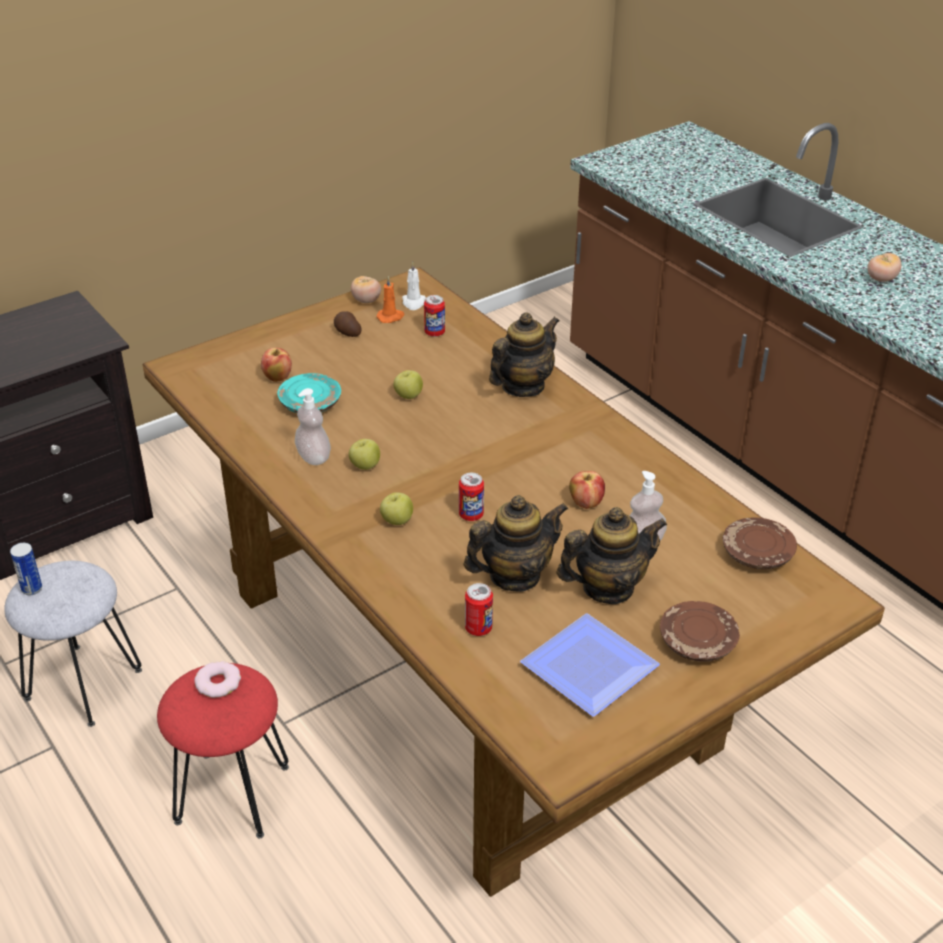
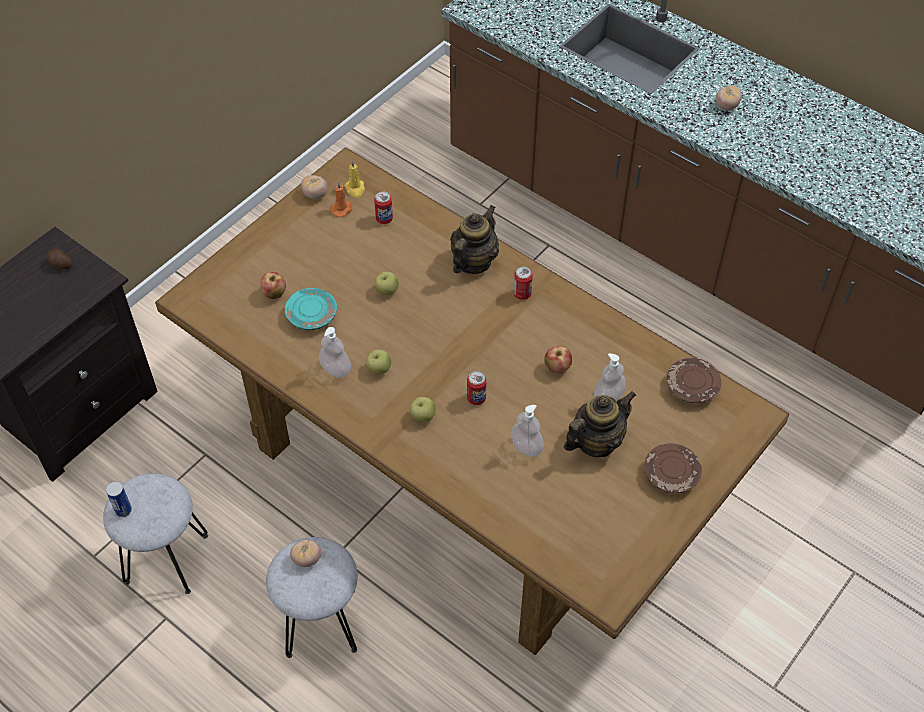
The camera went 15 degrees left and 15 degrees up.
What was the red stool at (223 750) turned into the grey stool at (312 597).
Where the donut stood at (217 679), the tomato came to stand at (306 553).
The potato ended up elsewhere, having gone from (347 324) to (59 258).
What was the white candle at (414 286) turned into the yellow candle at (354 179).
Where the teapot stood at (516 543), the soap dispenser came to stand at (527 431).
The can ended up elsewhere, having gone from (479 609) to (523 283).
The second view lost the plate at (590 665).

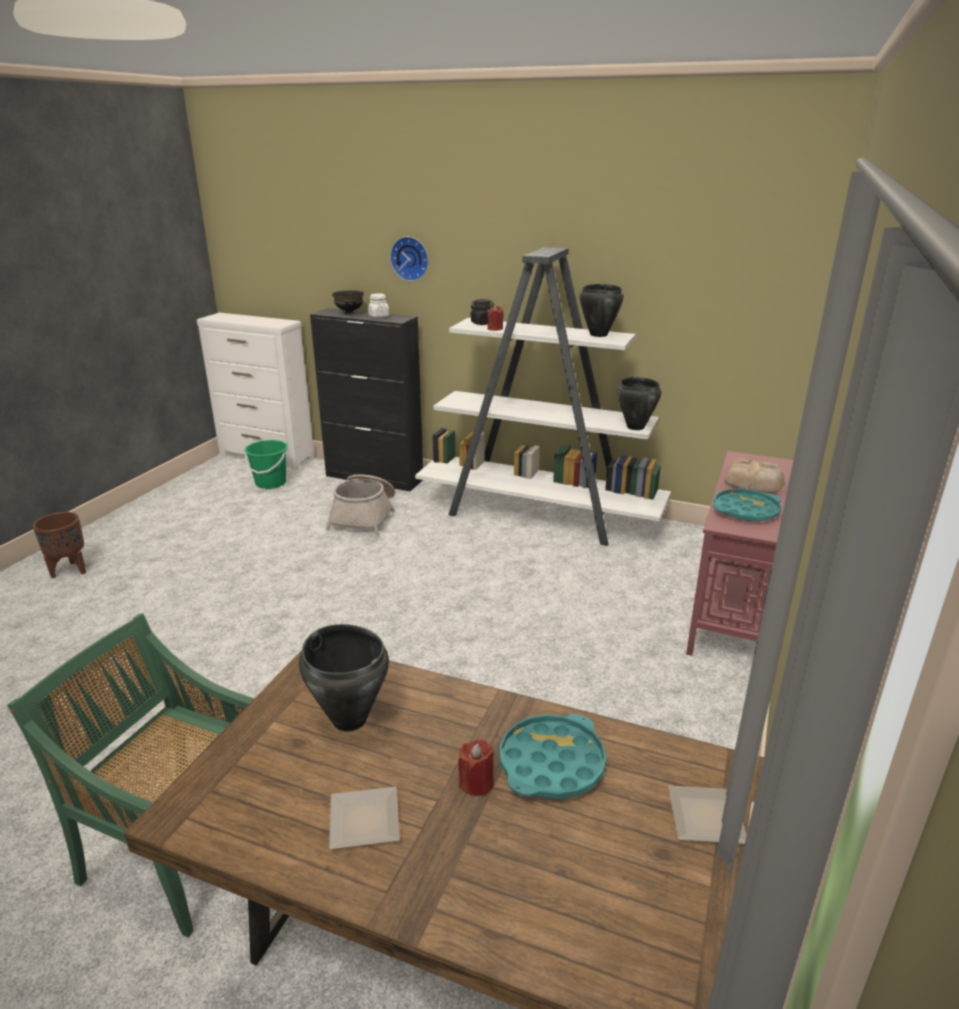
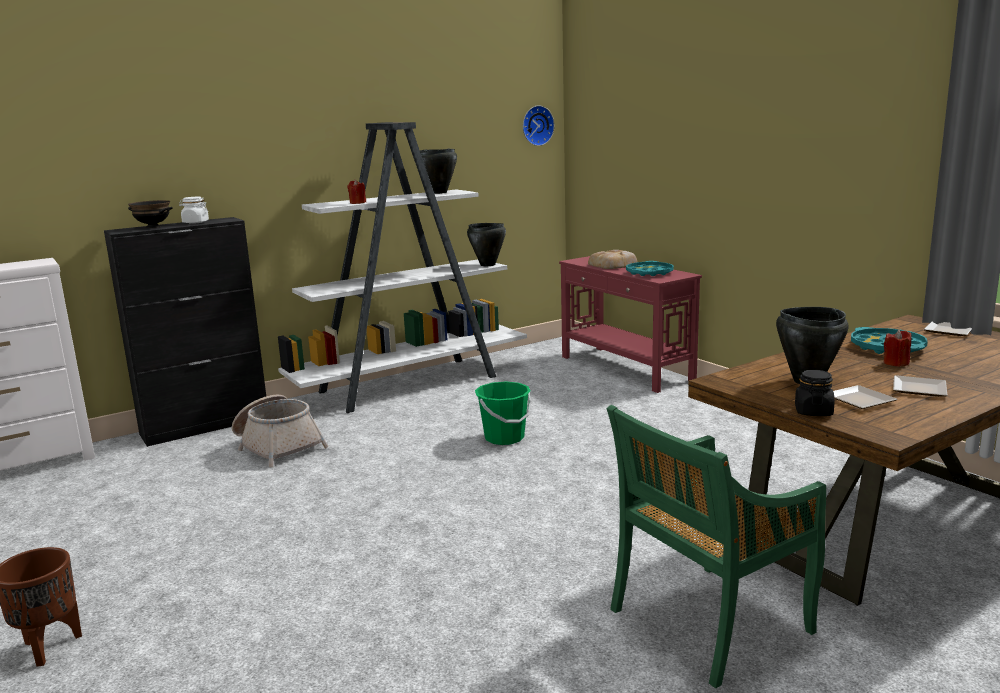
The camera went 55 degrees left and 10 degrees down.
The green bucket ended up elsewhere, having gone from (266 464) to (503 413).
The wall clock ended up elsewhere, having gone from (409 259) to (539 125).
The black jar ended up elsewhere, having gone from (482 312) to (815 393).
The second view gained the plate at (865 397).

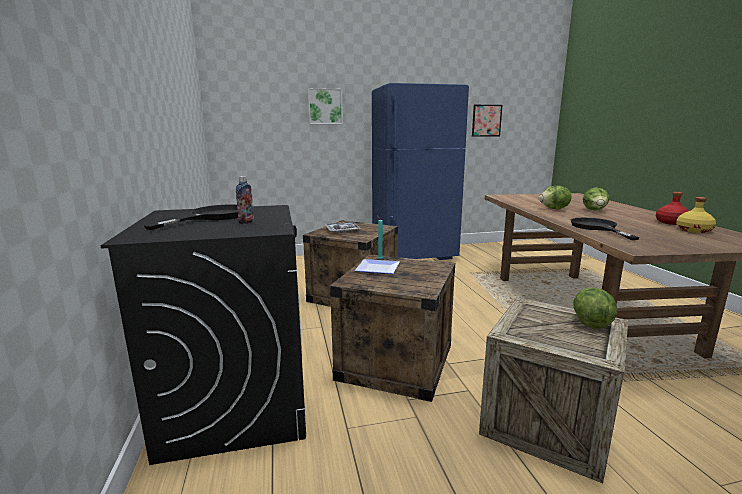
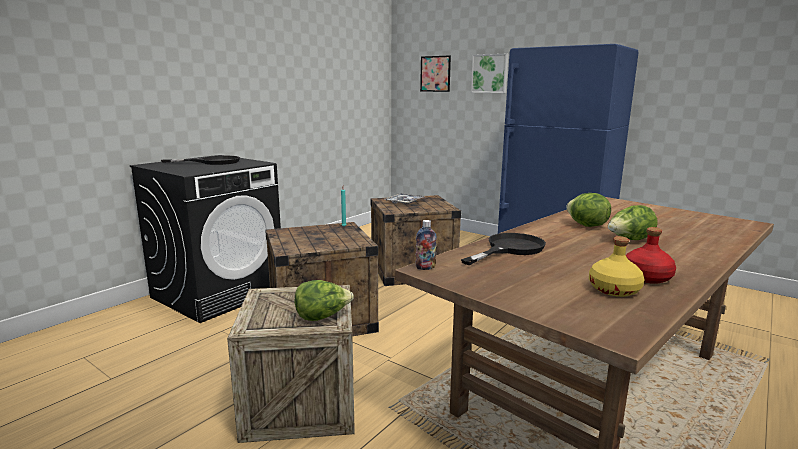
The camera went 50 degrees right and 0 degrees up.
The bottle ended up elsewhere, having gone from (245 200) to (426 245).
The second view lost the plate at (377 266).
The picture ended up elsewhere, having gone from (487 121) to (435 73).

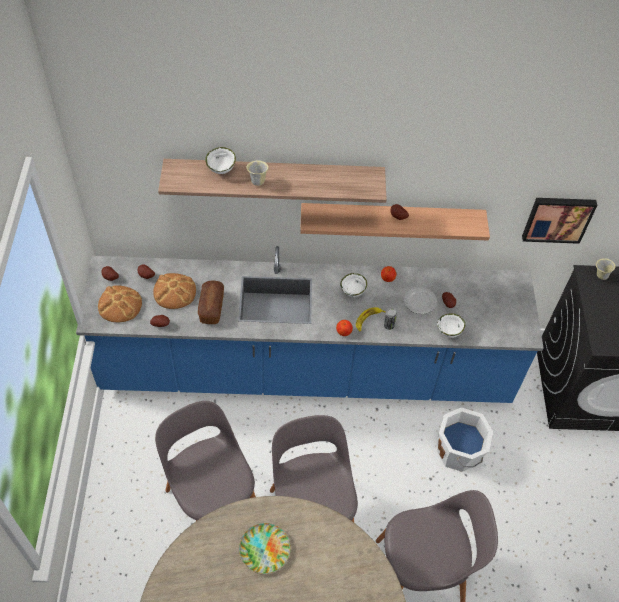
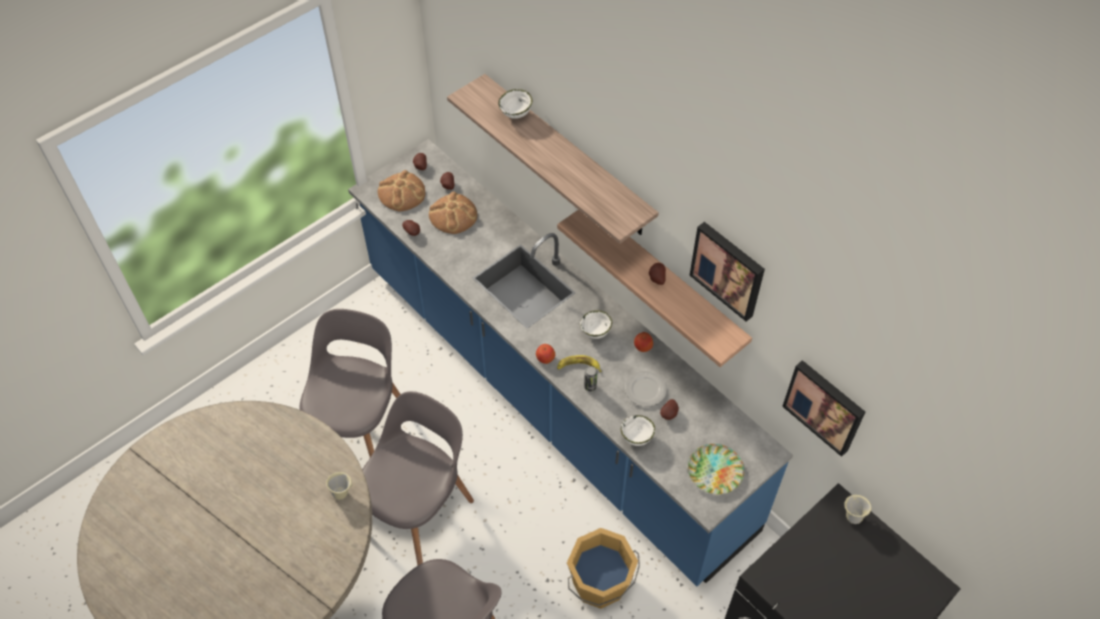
The camera went 50 degrees right and 0 degrees up.
The second view lost the bread at (211 302).
The plate ended up elsewhere, having gone from (265 548) to (716 469).
The beige mug ended up elsewhere, having gone from (258 173) to (339 486).
What was the white bucket at (465 439) turned into the orange bucket at (603 568).
The second view gained the picture at (727 272).

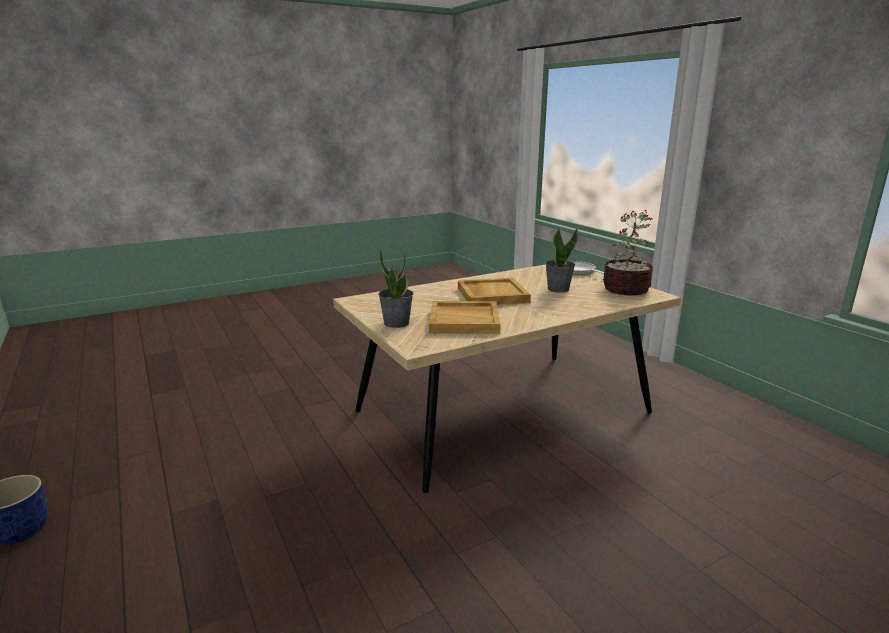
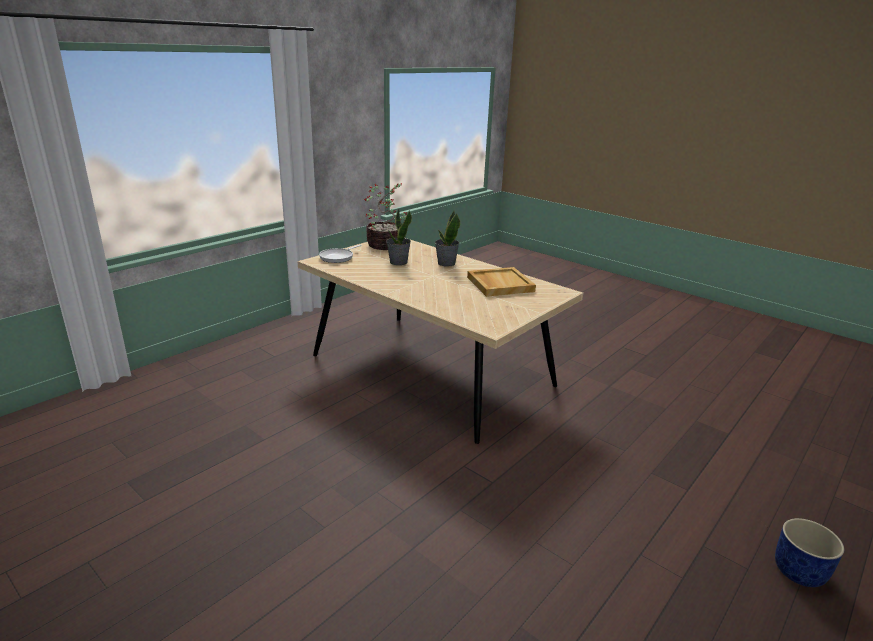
The camera went 110 degrees left and 5 degrees up.
The potted plant ended up elsewhere, having gone from (395 289) to (447 239).
The second view lost the beige tray at (494 291).

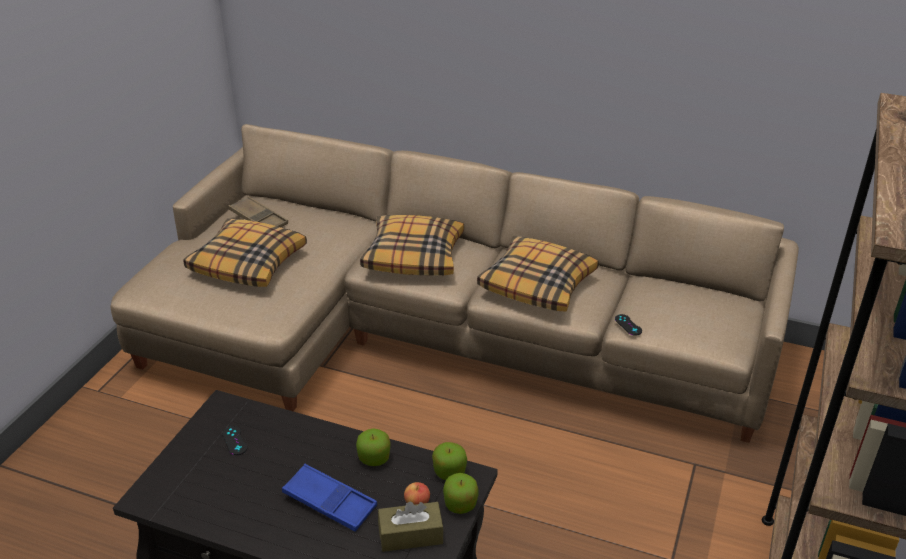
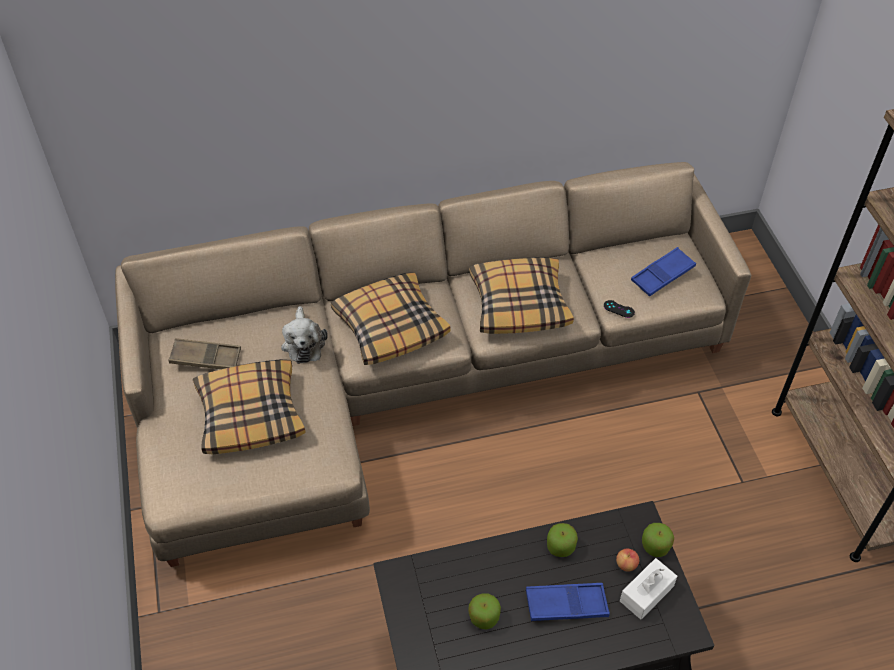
The camera went 35 degrees left and 15 degrees up.
The second view lost the black game controller at (235 440).
What was the brown tissue box at (411 527) turned into the white tissue box at (648 589).
The apple ended up elsewhere, having gone from (449 461) to (484 611).
The second view gained the plush toy at (304 335).
The second view gained the blue tray at (663 271).

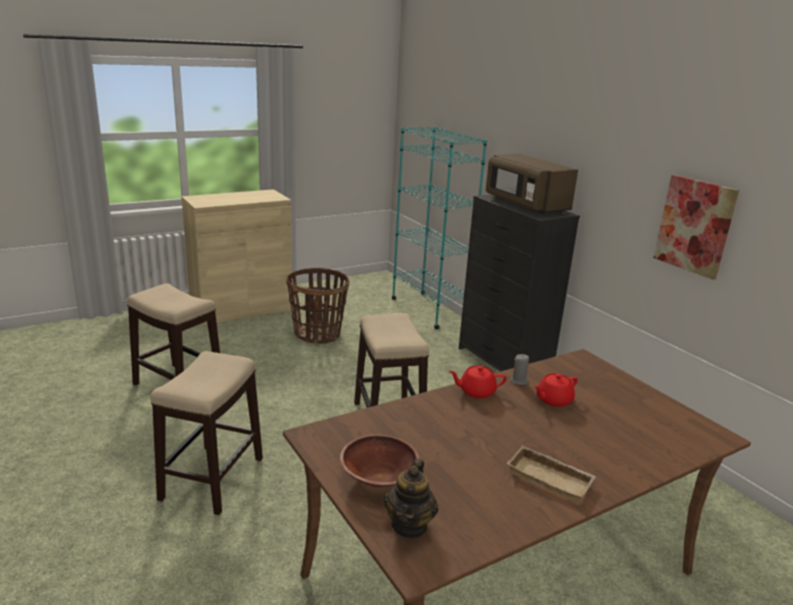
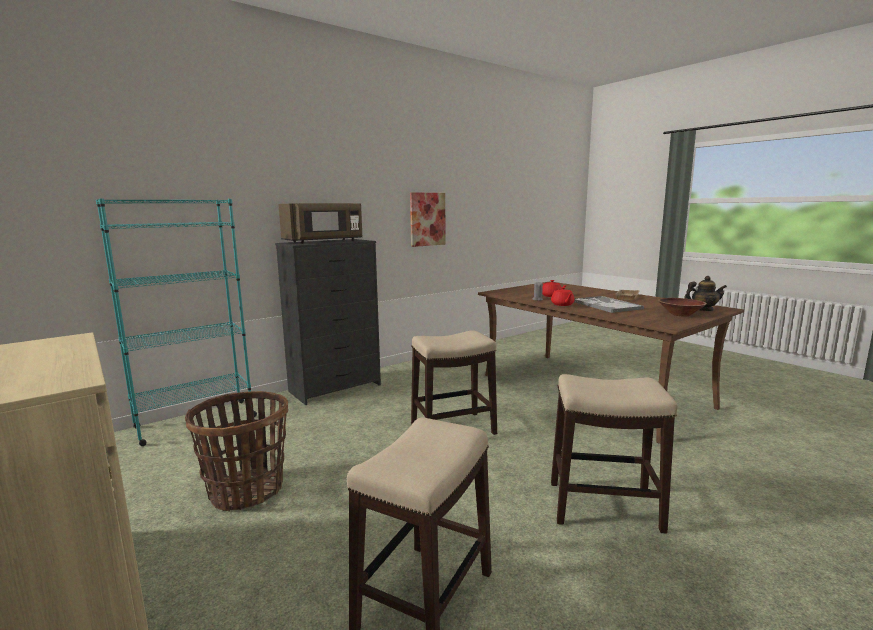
The camera went 95 degrees left and 10 degrees down.
The second view gained the tray at (609 304).

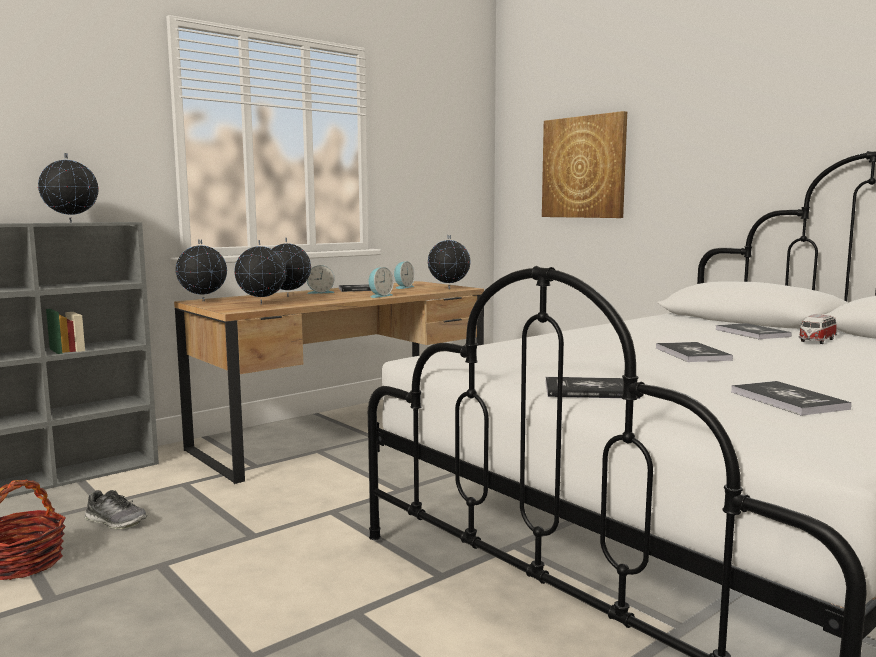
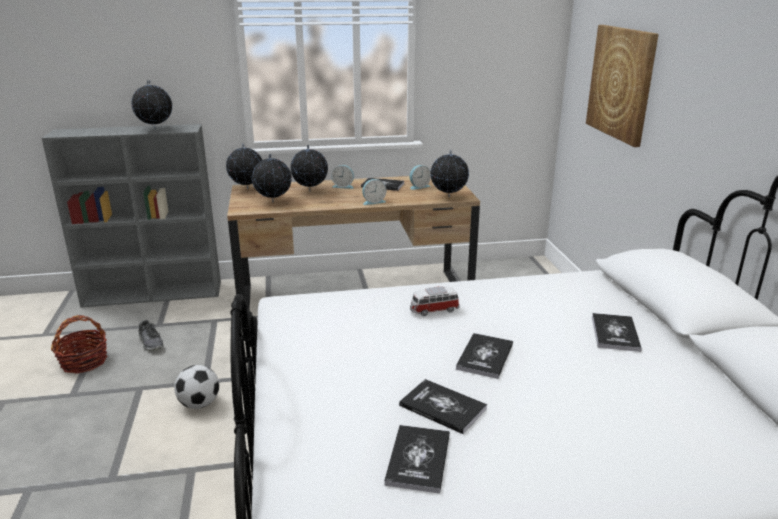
The camera went 30 degrees right and 15 degrees up.
The book ended up elsewhere, having gone from (592 388) to (443 406).
The toy car ended up elsewhere, having gone from (817 329) to (435 301).
The second view gained the football at (196 387).

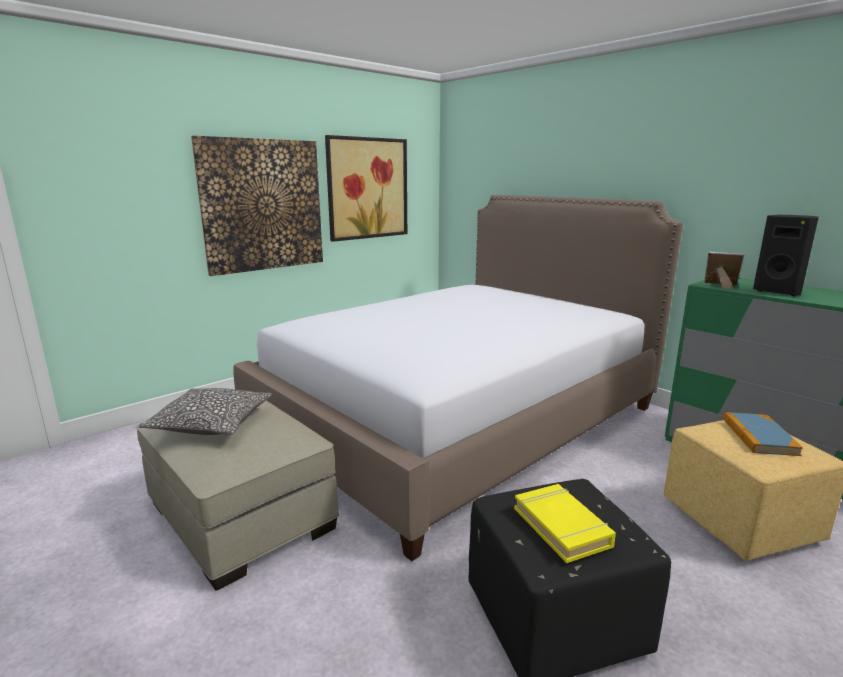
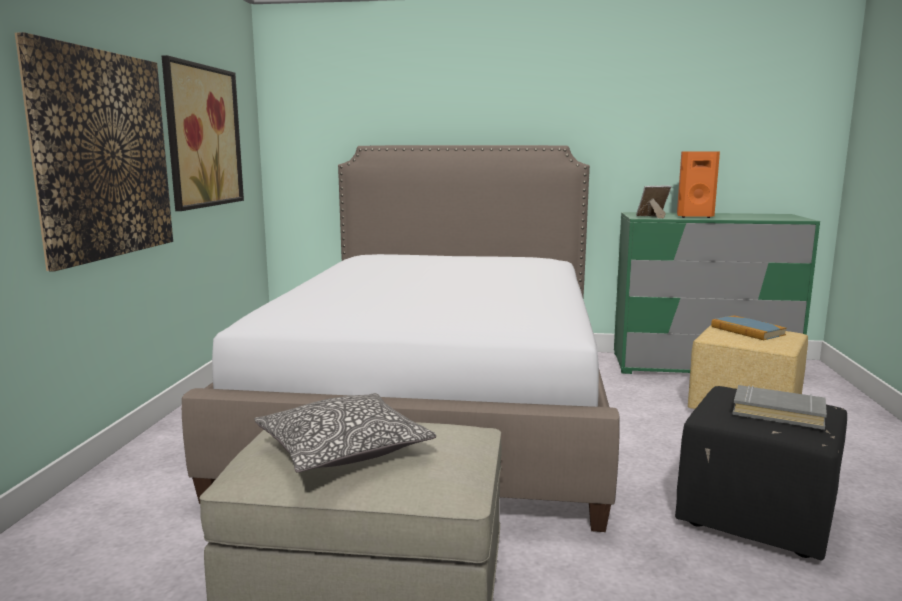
The camera went 40 degrees left and 5 degrees down.
What was the yellow book at (565 523) turned into the grey book at (779 407).
What was the black speaker at (786 255) turned into the orange speaker at (698 185).

